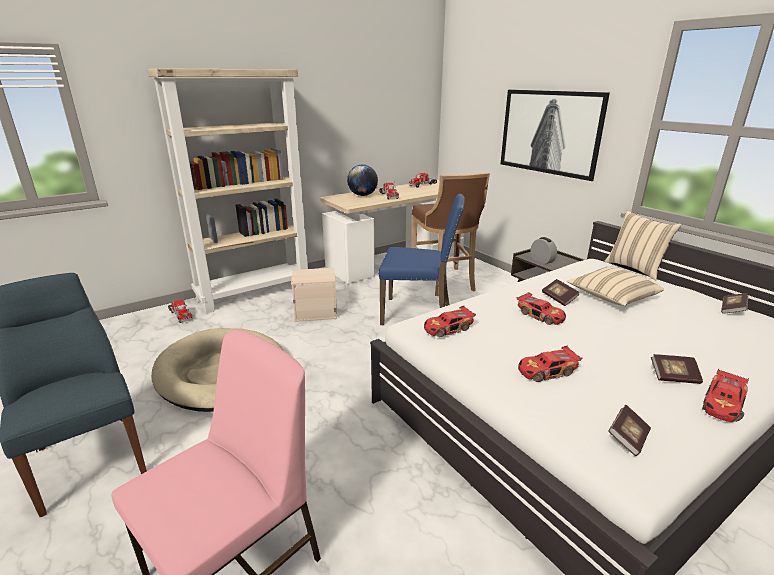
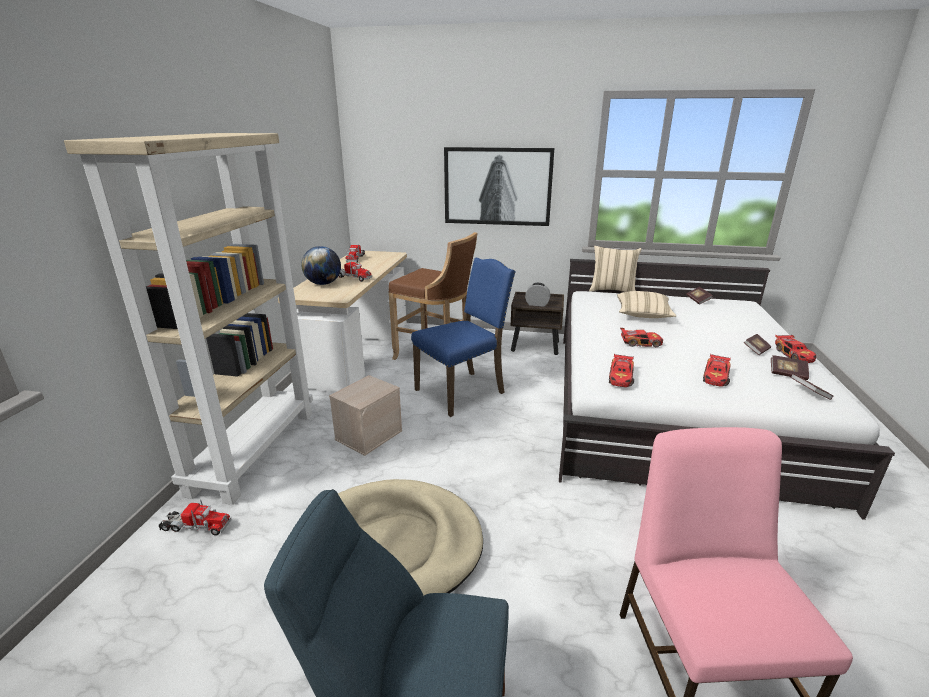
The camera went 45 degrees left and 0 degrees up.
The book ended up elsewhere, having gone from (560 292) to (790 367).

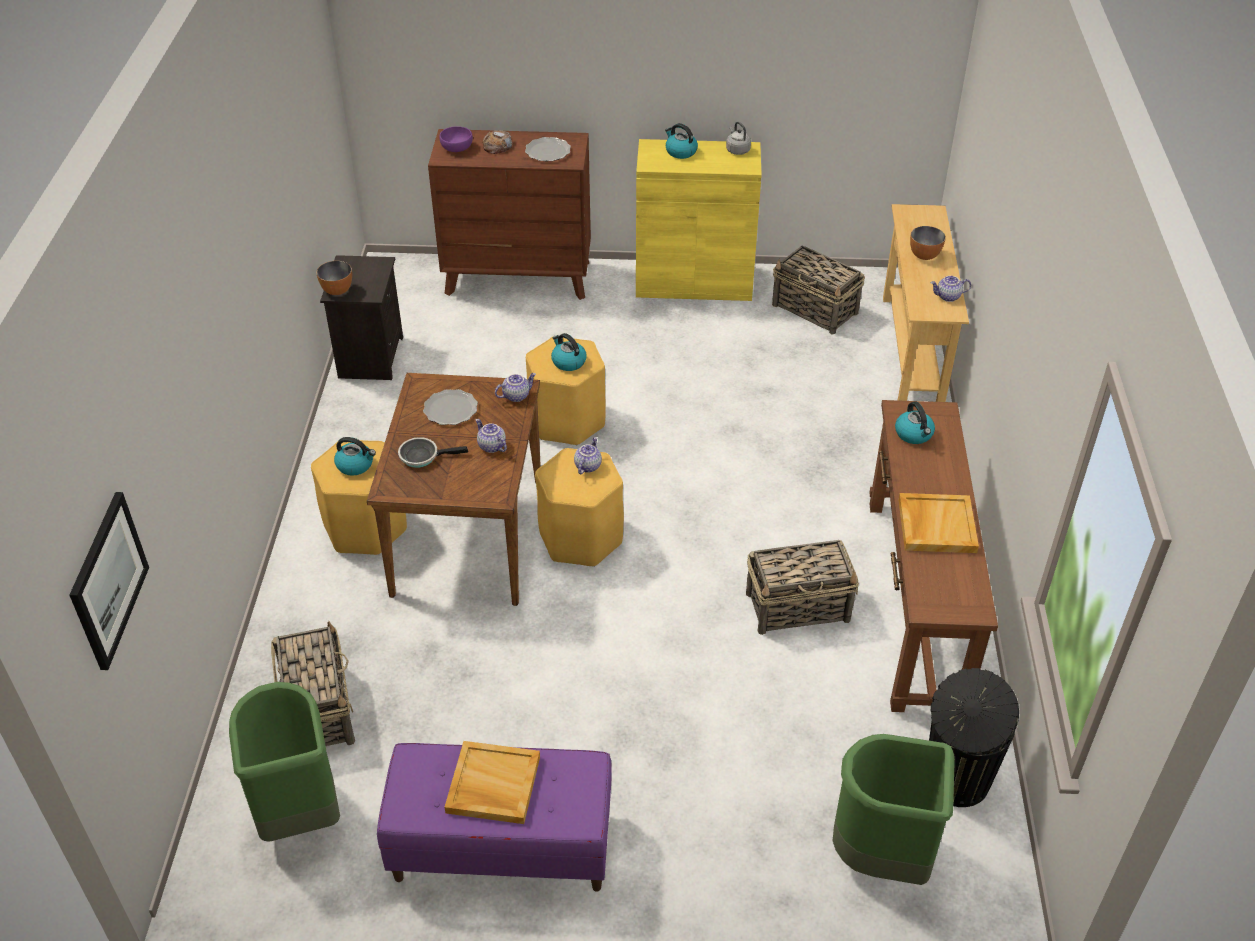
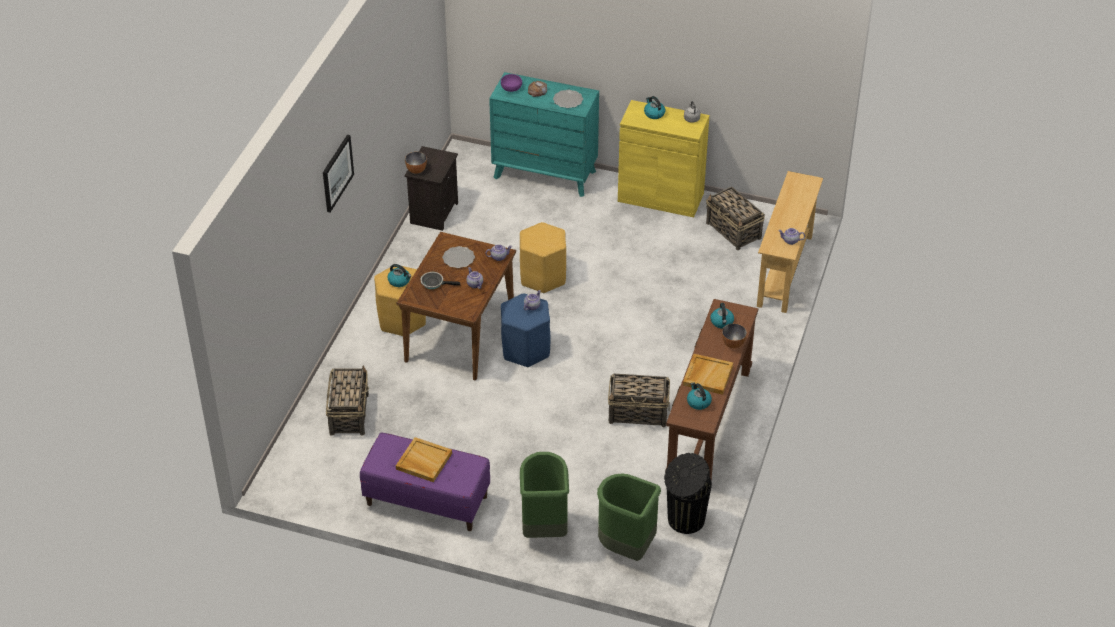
The camera went 15 degrees right and 0 degrees up.
The picture ended up elsewhere, having gone from (109 581) to (338 173).
The green trash can ended up elsewhere, having gone from (284 762) to (544 495).
What was the brown dresser at (509 214) turned into the turquoise dresser at (544 134).
What was the yellow stool at (579 507) turned into the blue stool at (526 330).
The kettle ended up elsewhere, having gone from (569 352) to (699 396).
The bowl ended up elsewhere, having gone from (928 243) to (734 336).

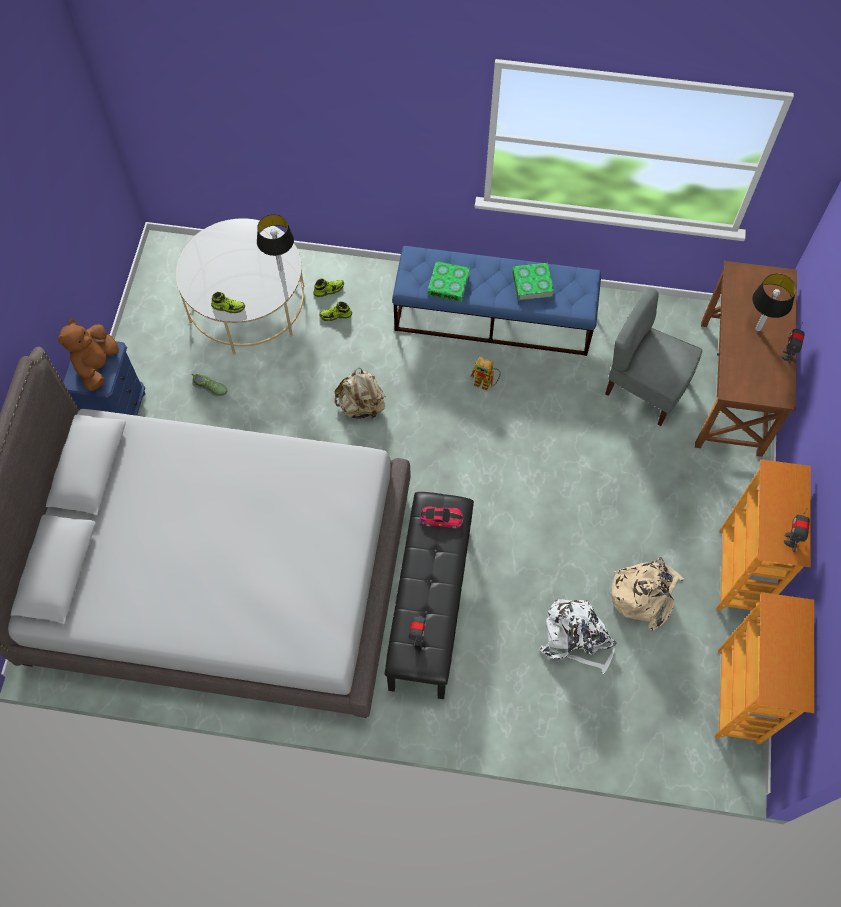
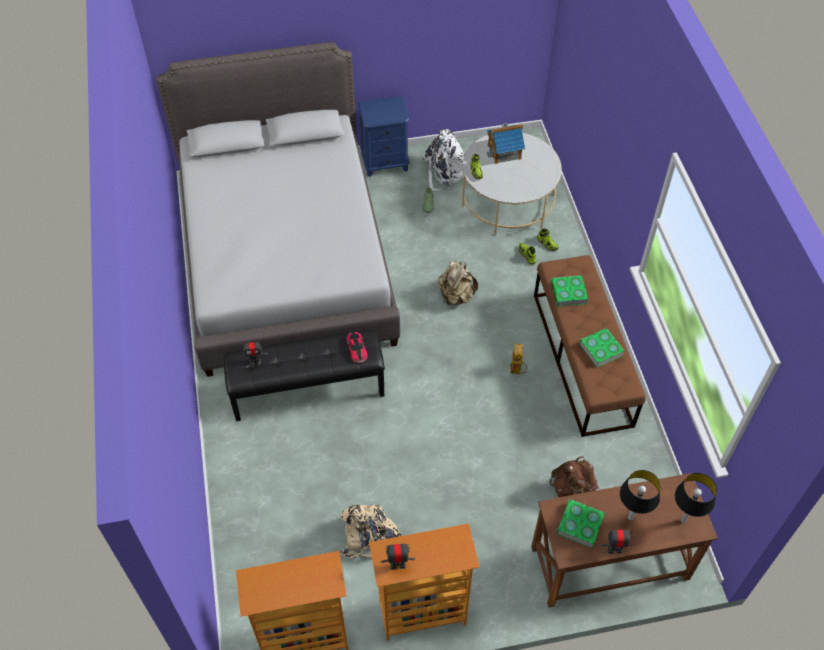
The camera went 70 degrees right and 10 degrees down.
The second view lost the brown plush toy at (88 355).
The table lamp ended up elsewhere, having gone from (275 242) to (696 498).
What was the blue bench at (496 301) turned into the brown bench at (590 346).
The white backpack ended up elsewhere, having gone from (578 636) to (443 160).
Where the grey chair stood at (654 356), the brown backpack came to stand at (574 476).
The second view gained the toy house at (506 143).
The second view gained the book at (580 523).

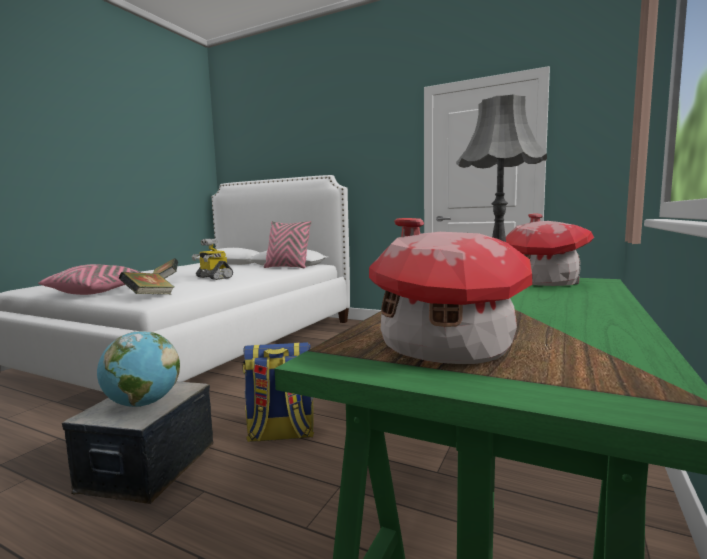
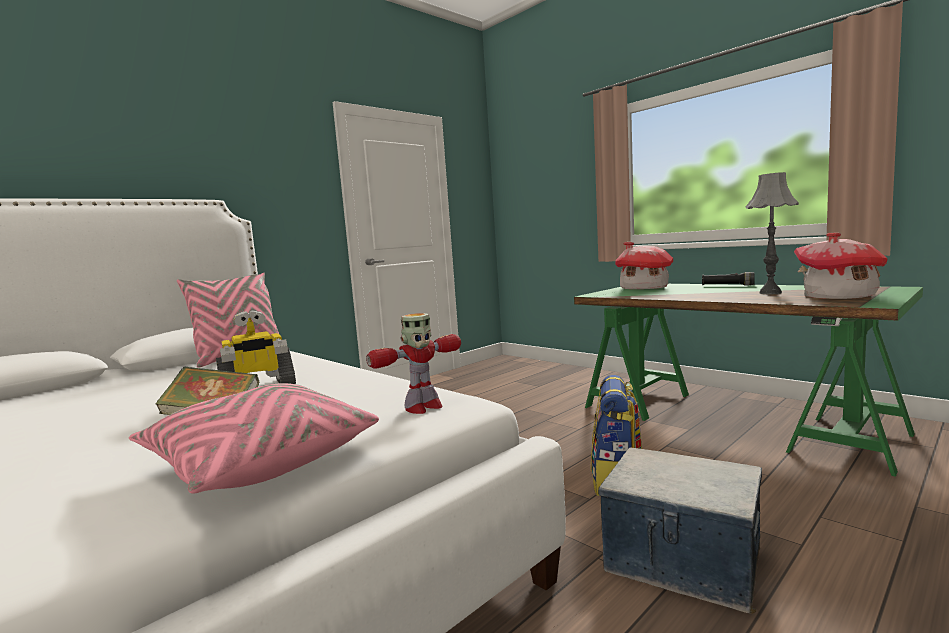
The camera went 70 degrees left and 0 degrees up.
The second view lost the globe at (138 369).
Where the book stood at (147 283), the toy robot came to stand at (413 363).
The second view gained the black flashlight at (728 278).

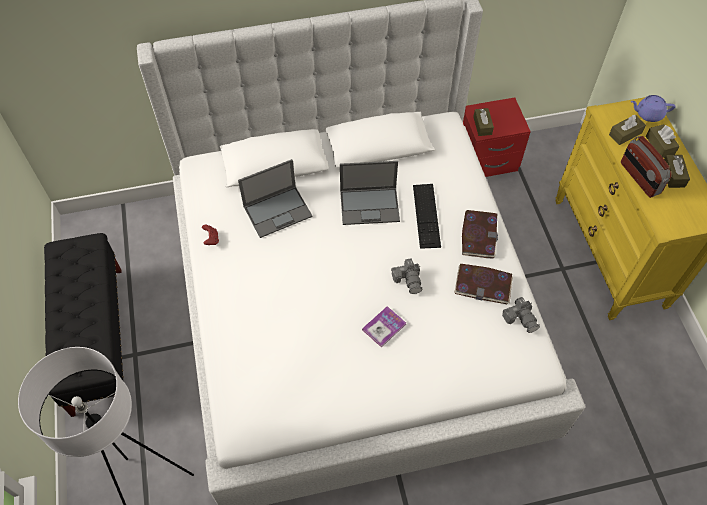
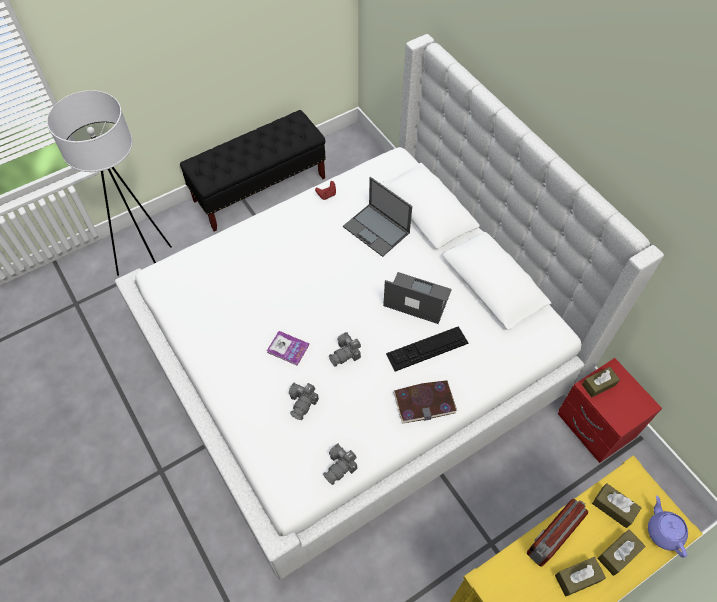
The camera went 70 degrees right and 0 degrees up.
The laptop at (370 193) ended up facing another way, 135 degrees clockwise from before.
The second view lost the book at (483 284).
The second view gained the photo camera at (304 401).

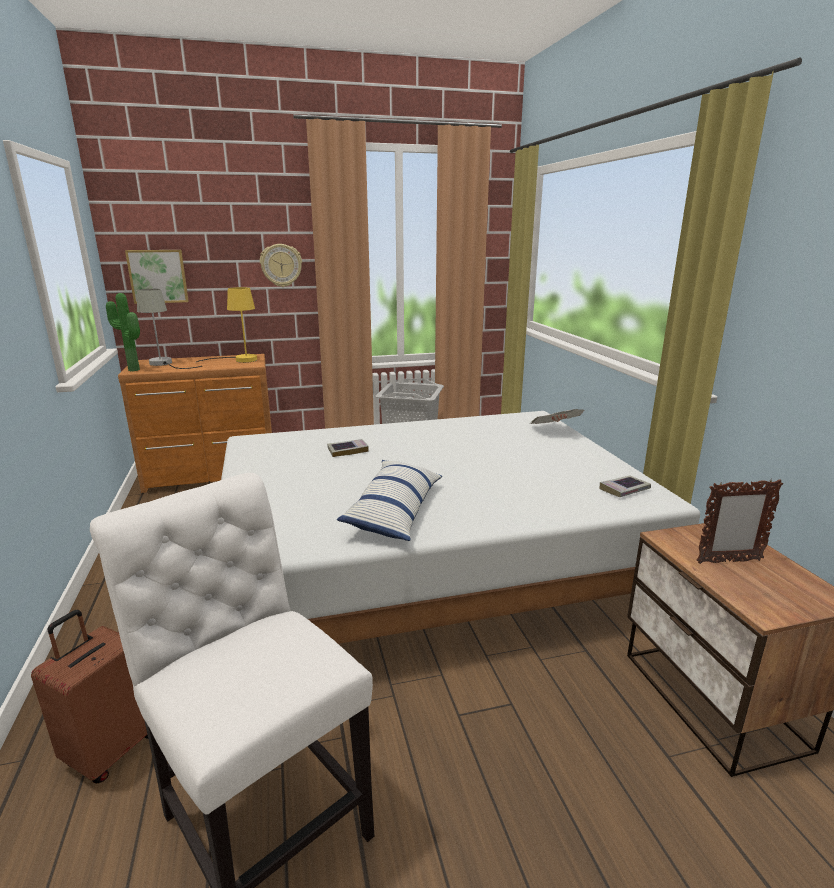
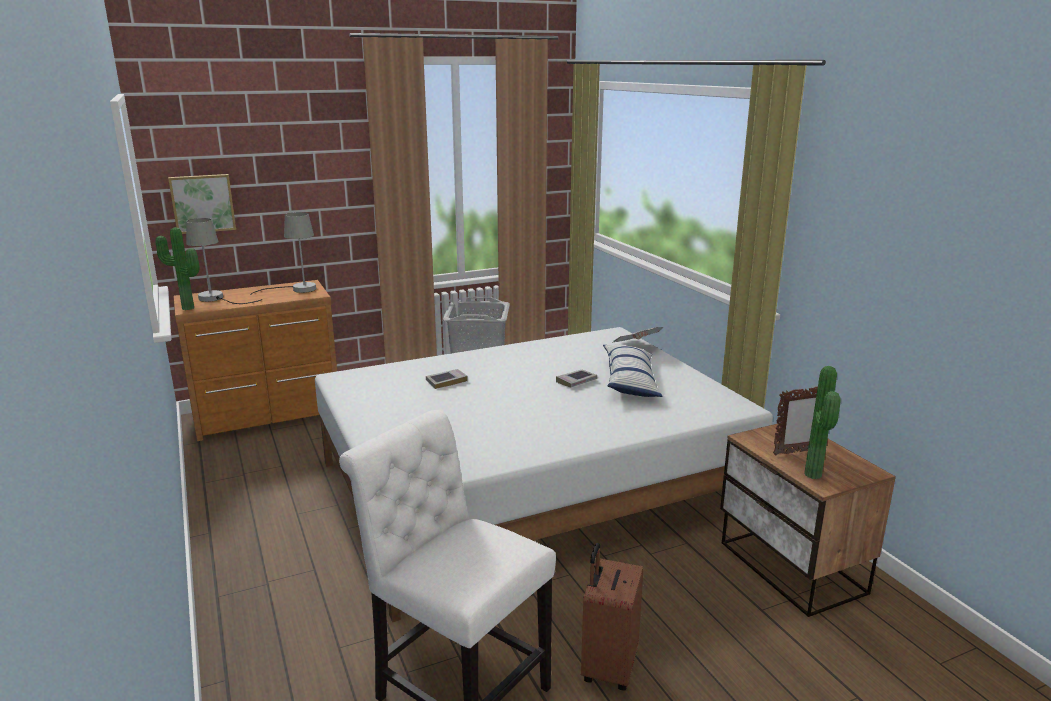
The camera went 10 degrees left and 0 degrees up.
The brown suitcase ended up elsewhere, having gone from (89 696) to (612 617).
What was the yellow table lamp at (227 325) turned into the grey table lamp at (283 253).
The second view lost the wall clock at (281 265).
The pillow ended up elsewhere, having gone from (389 500) to (633 371).
The book ended up elsewhere, having gone from (625 486) to (576 378).
The second view gained the potted plant at (822 422).

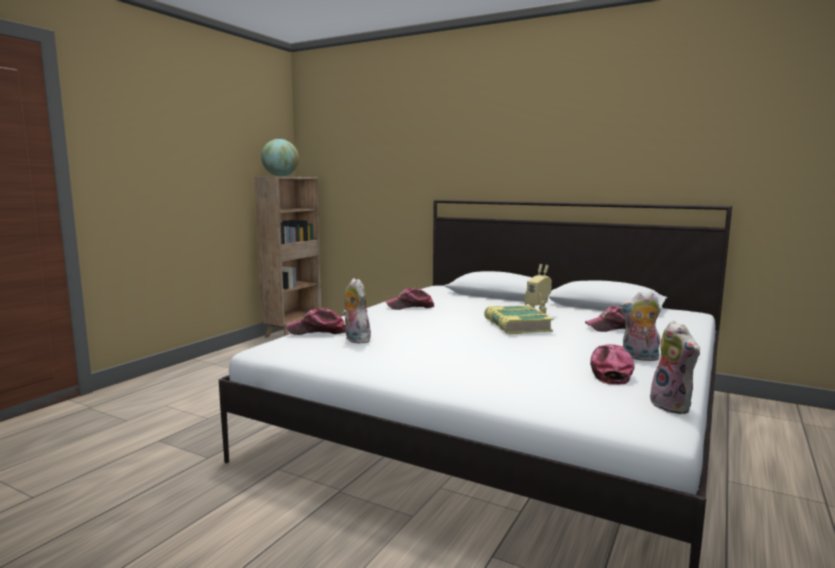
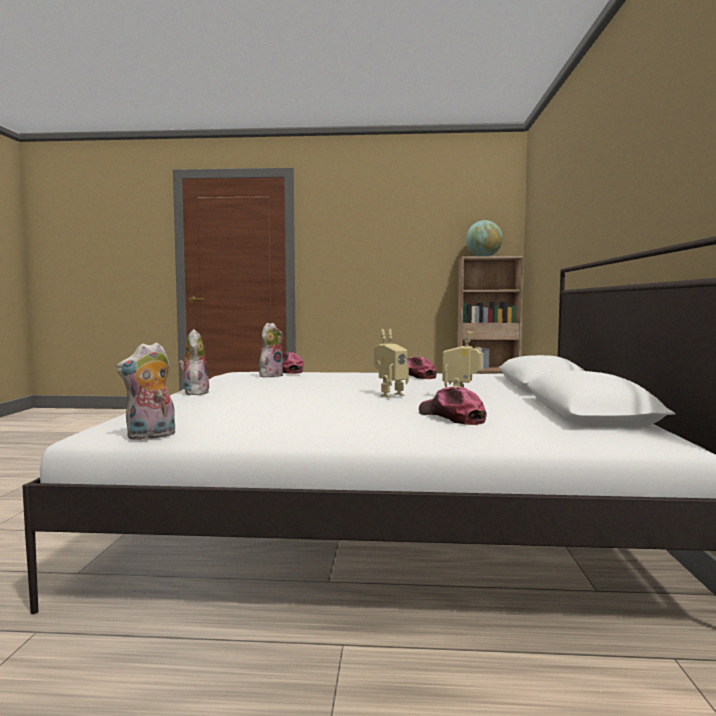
The camera went 65 degrees right and 5 degrees down.
Where the book stood at (518 320), the toy robot came to stand at (391 363).
The second view lost the cap at (612 364).
The plush toy ended up elsewhere, having gone from (640 326) to (194 362).

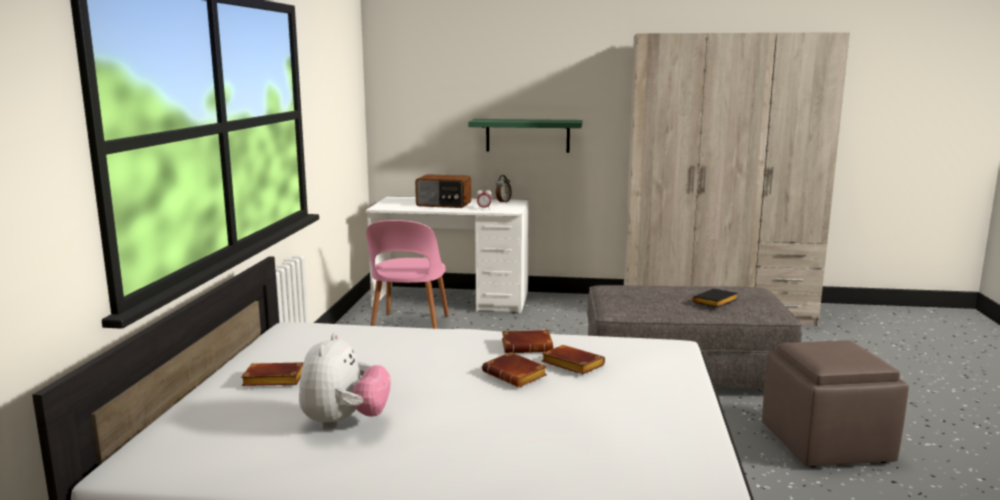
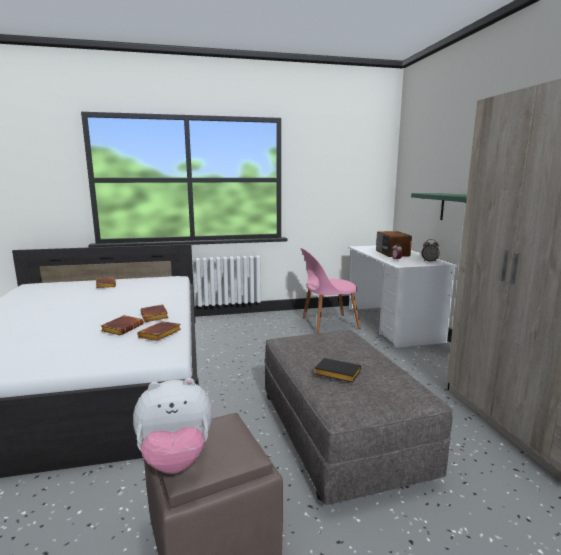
The camera went 70 degrees right and 0 degrees up.
The plush toy ended up elsewhere, having gone from (345 381) to (172 426).
The brown book ended up elsewhere, having gone from (514 369) to (159 331).

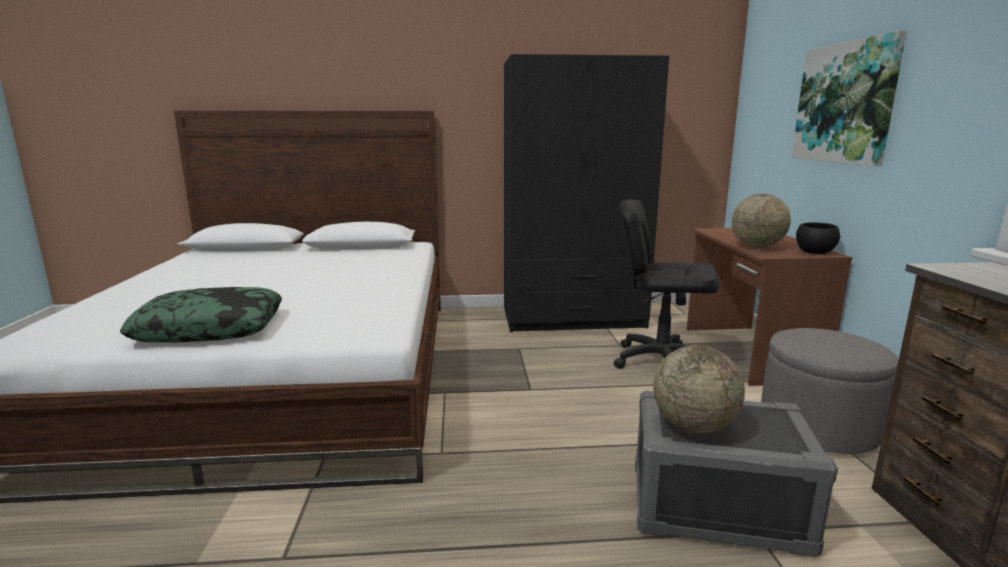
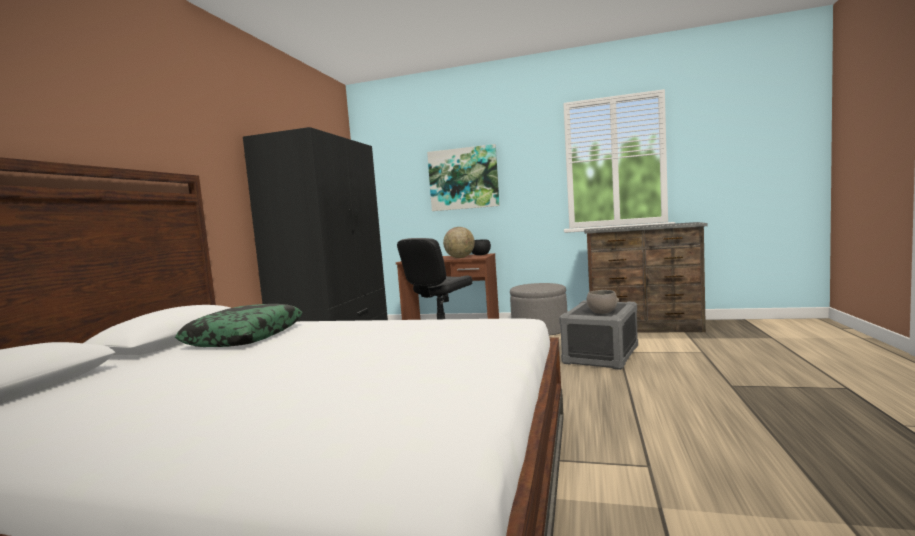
The camera went 70 degrees left and 10 degrees down.
The pillow ended up elsewhere, having gone from (201 315) to (238 325).
Where the globe stood at (699 389), the grey bowl came to stand at (603 302).

